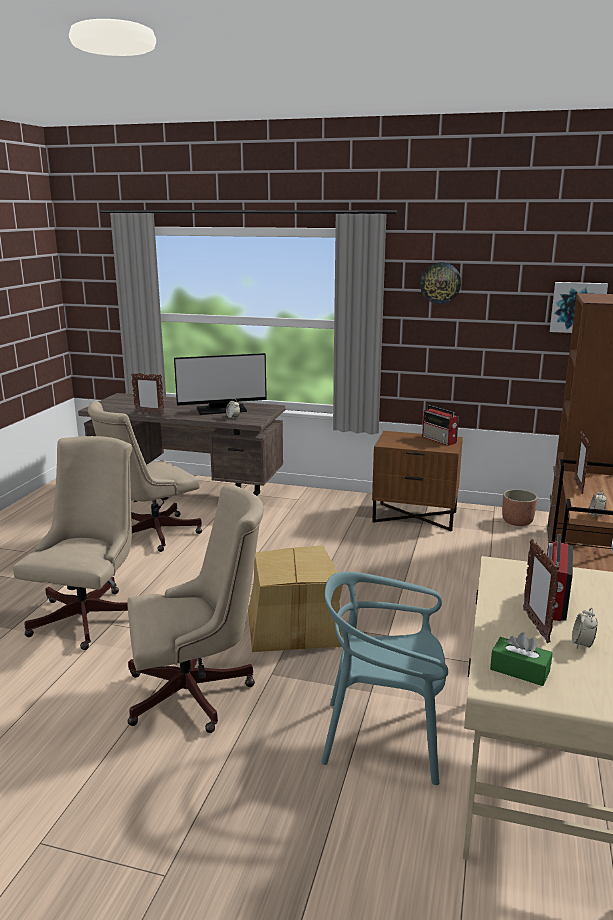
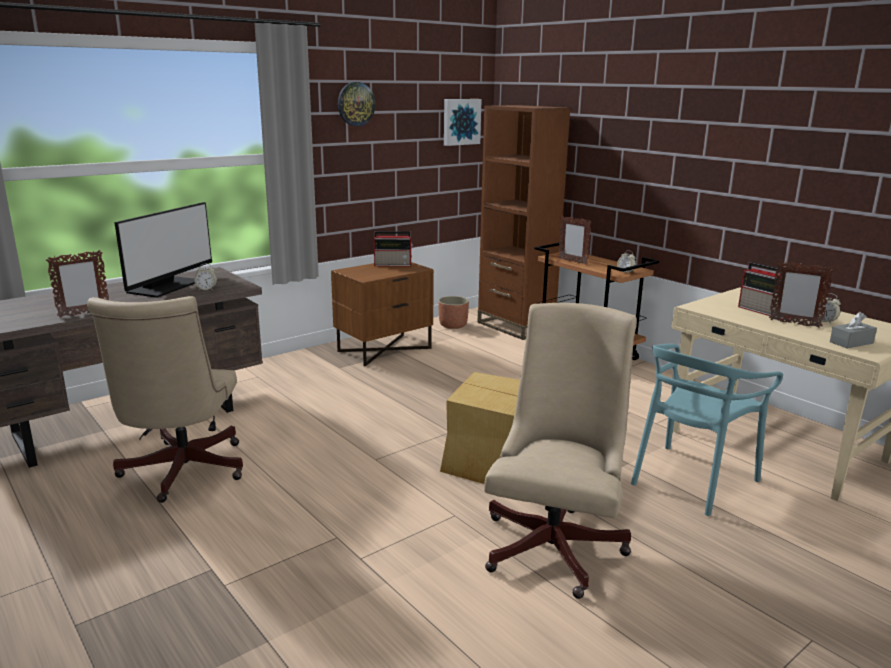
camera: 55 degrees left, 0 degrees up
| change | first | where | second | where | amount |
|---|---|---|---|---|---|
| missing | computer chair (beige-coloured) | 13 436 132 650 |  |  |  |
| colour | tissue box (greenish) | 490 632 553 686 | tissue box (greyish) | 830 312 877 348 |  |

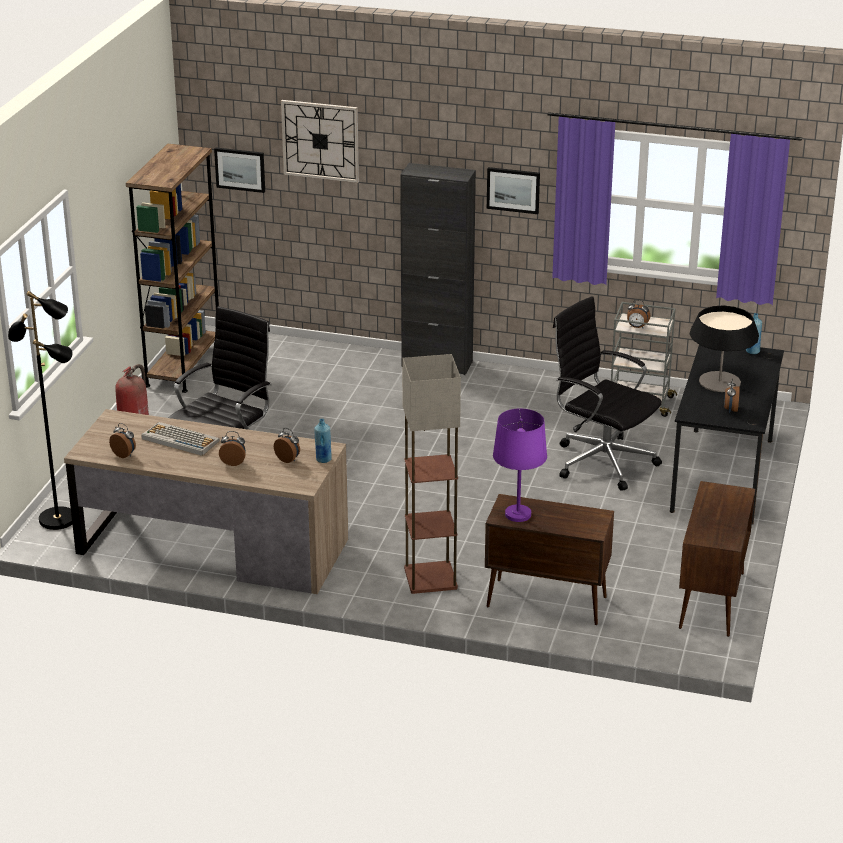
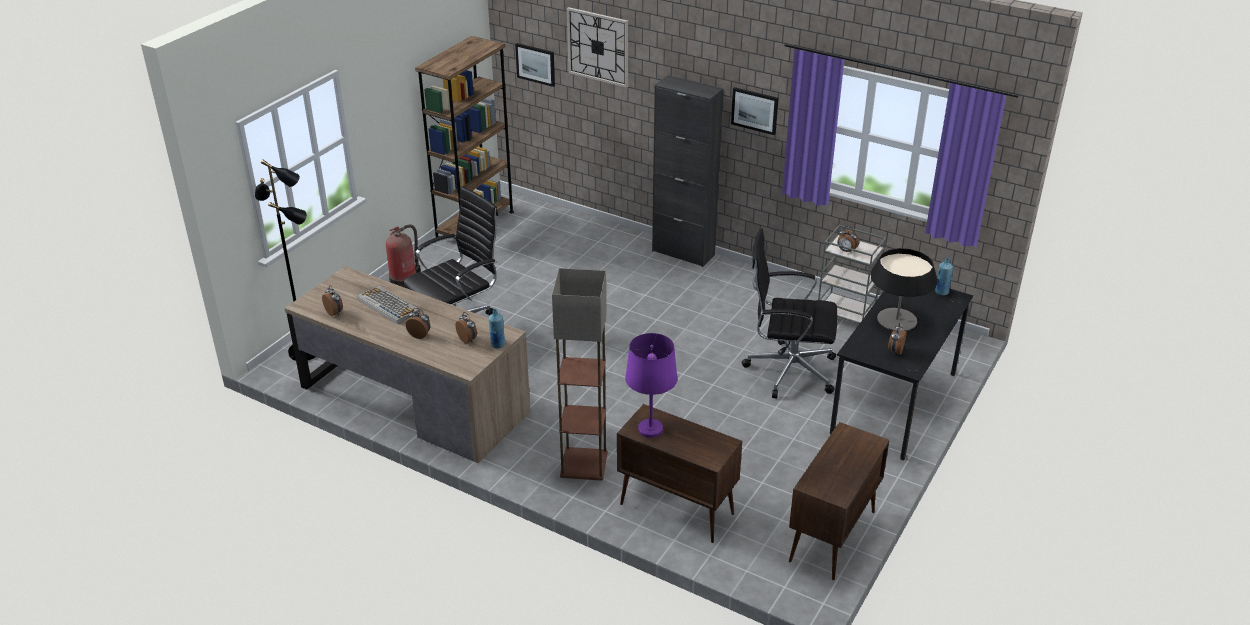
camera: 15 degrees right, 5 degrees up
| change | first | where | second | where | amount |
|---|---|---|---|---|---|
| spun | computer chair (black-coloured) | 553 296 662 491 |  | 742 228 837 399 | 45 degrees counterclockwise |

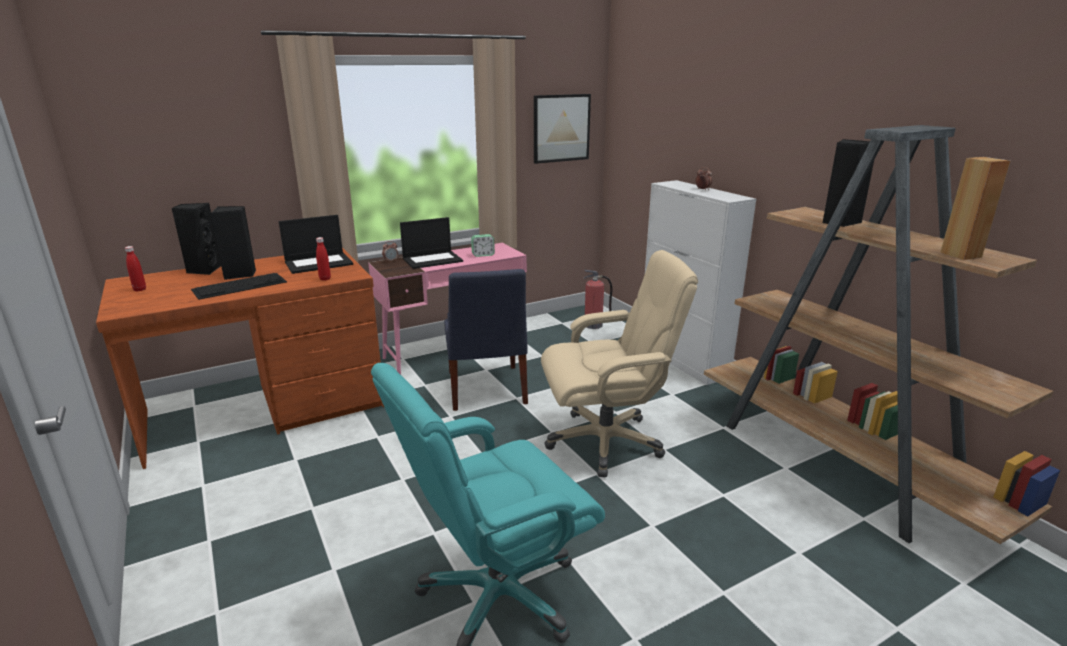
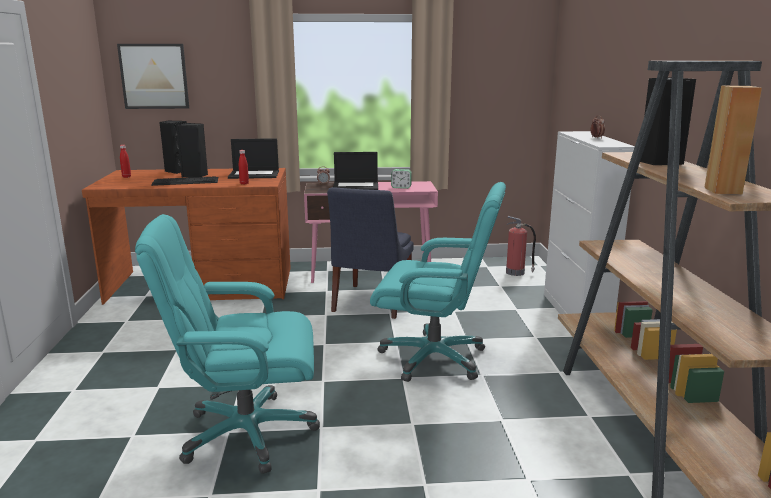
camera: 25 degrees right, 5 degrees down
| change | first | where | second | where | amount |
|---|---|---|---|---|---|
| relocated | picture | 534 94 591 164 |  | 117 44 189 109 |  |
| colour | computer chair (beige-coloured) | 541 250 698 478 | computer chair (turquoise) | 370 182 506 382 |  |

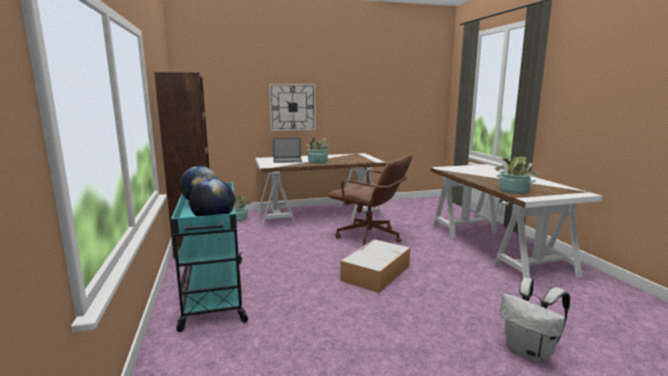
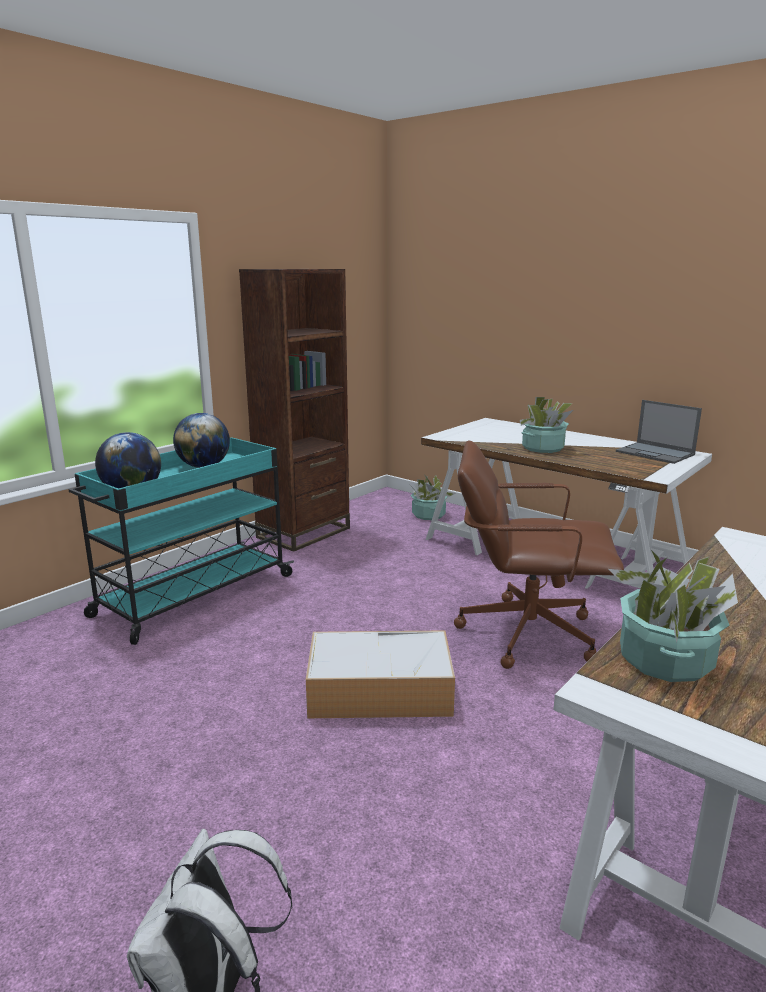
camera: 55 degrees right, 5 degrees up
| change | first | where | second | where | amount |
|---|---|---|---|---|---|
| missing | hanging clock | 269 84 316 131 |  |  |  |
| relocated | notebook computer | 273 138 302 163 |  | 616 400 702 464 |  |
| spun | computer chair (brown-coloured) | 328 155 412 247 |  | 454 440 624 669 | 105 degrees clockwise |

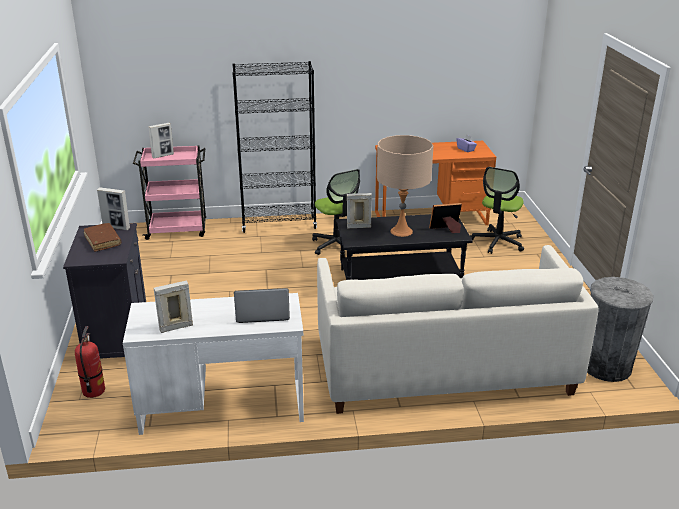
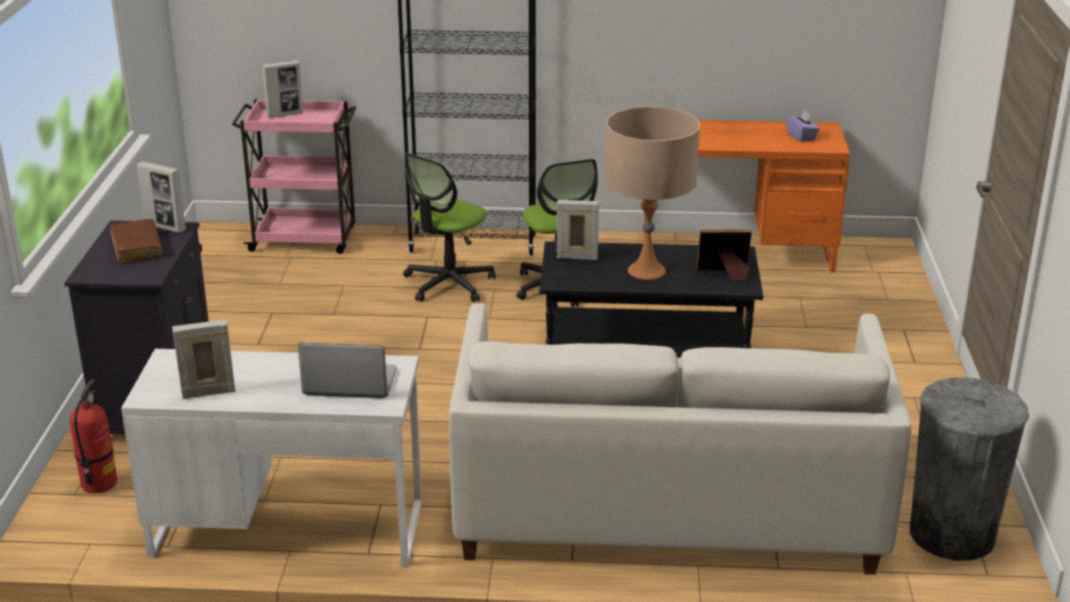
camera: 10 degrees right, 0 degrees up
| change | first | where | second | where | amount |
|---|---|---|---|---|---|
| relocated | computer chair | 470 167 524 254 |  | 403 153 495 302 |  |

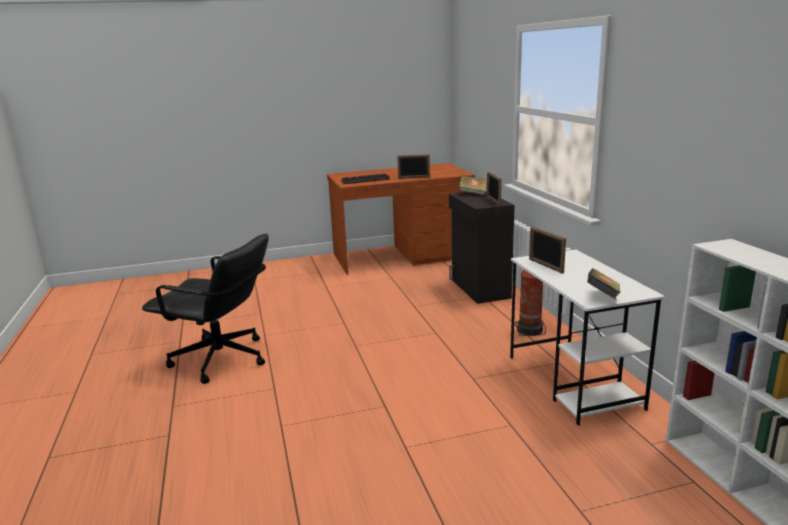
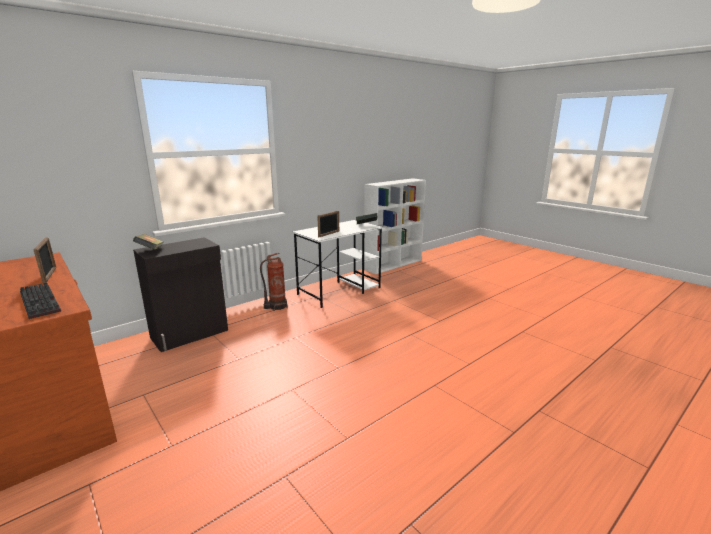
camera: 115 degrees left, 0 degrees up
| change | first | where | second | where | amount |
|---|---|---|---|---|---|
| missing | computer chair (black-coloured) | 142 234 269 384 |  |  |  |
| missing | picture frame | 487 172 502 206 |  |  |  |

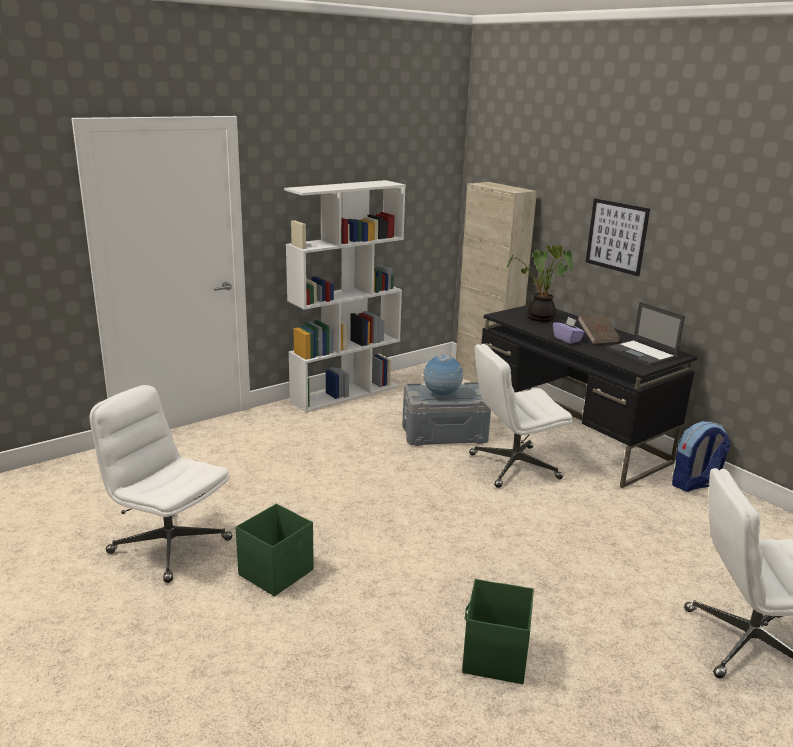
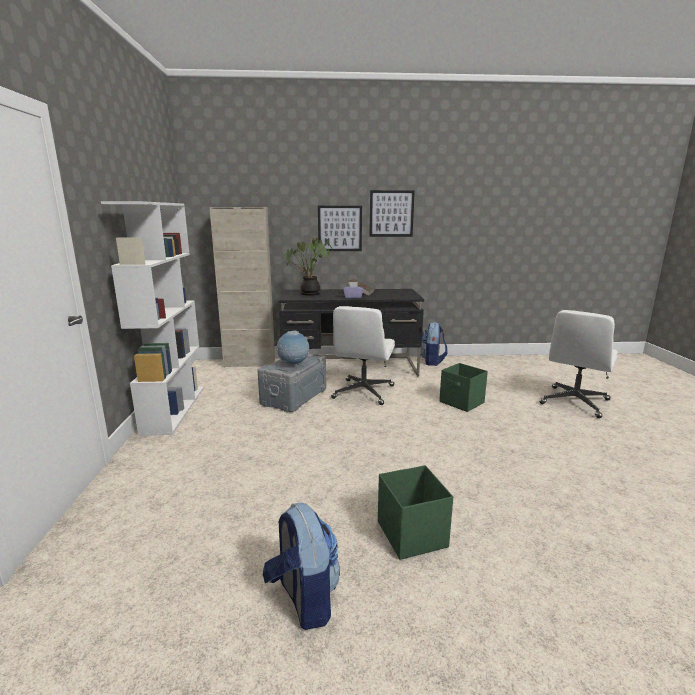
camera: 55 degrees left, 5 degrees down
| change | first | where | second | where | amount |
|---|---|---|---|---|---|
| missing | notebook computer | 607 302 685 366 |  |  |  |
| appeared |  |  | picture | 369 190 415 237 |  |
| relocated | storage bin (greenish) | 462 579 534 684 |  | 439 363 488 412 |  |
| exchanged | computer chair (white) | 90 385 233 583 | backpack | 263 503 340 630 |  |

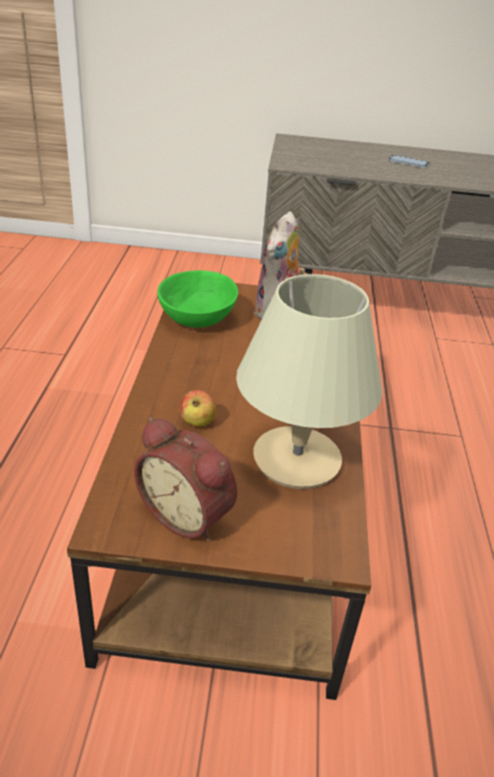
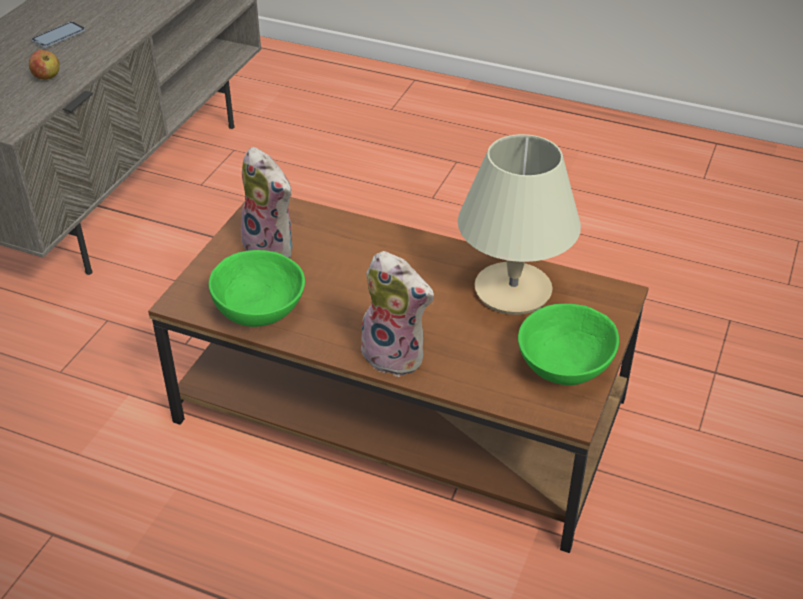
camera: 70 degrees left, 5 degrees up
| change | first | where | second | where | amount |
|---|---|---|---|---|---|
| appeared |  |  | plush toy | 361 251 434 377 |  |
| relocated | apple | 179 390 217 427 |  | 29 50 60 80 |  |
| exchanged | bedside clock | 134 417 237 541 | bowl (greenish) | 518 304 619 385 |  |

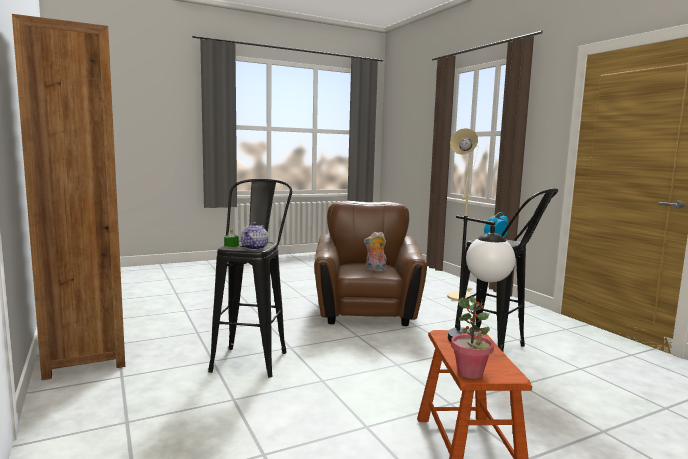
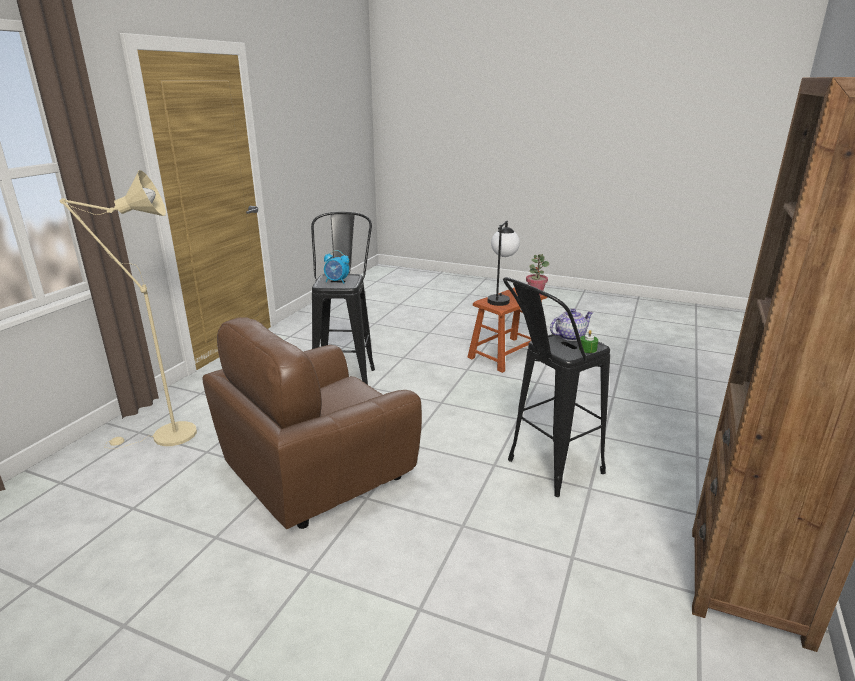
camera: 130 degrees left, 15 degrees up
| change | first | where | second | where | amount |
|---|---|---|---|---|---|
| missing | plush toy | 364 232 387 271 |  |  |  |

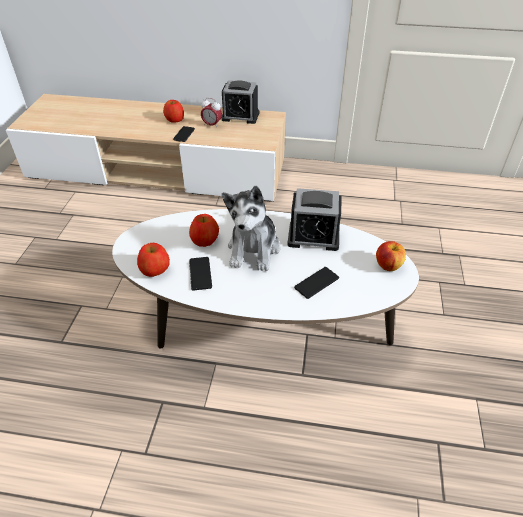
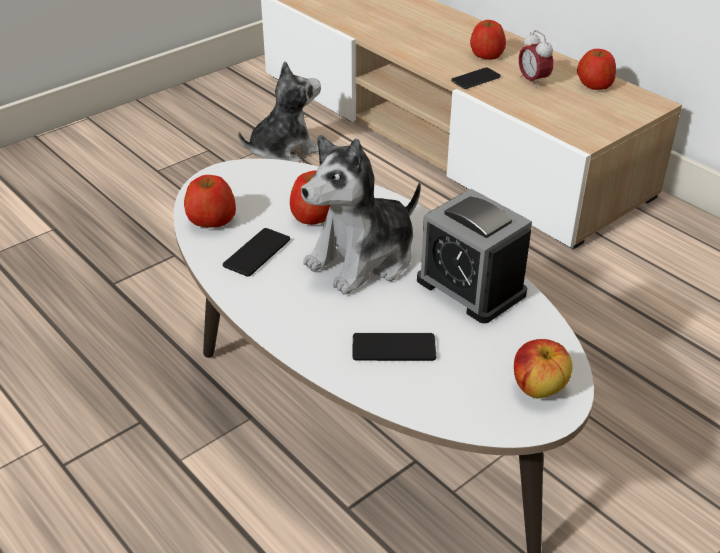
camera: 40 degrees right, 5 degrees down
| change | first | where | second | where | amount |
|---|---|---|---|---|---|
| appeared |  |  | plush toy | 238 61 321 163 |  |
| exchanged | bedside clock | 221 80 259 124 | apple | 577 49 616 90 |  |

